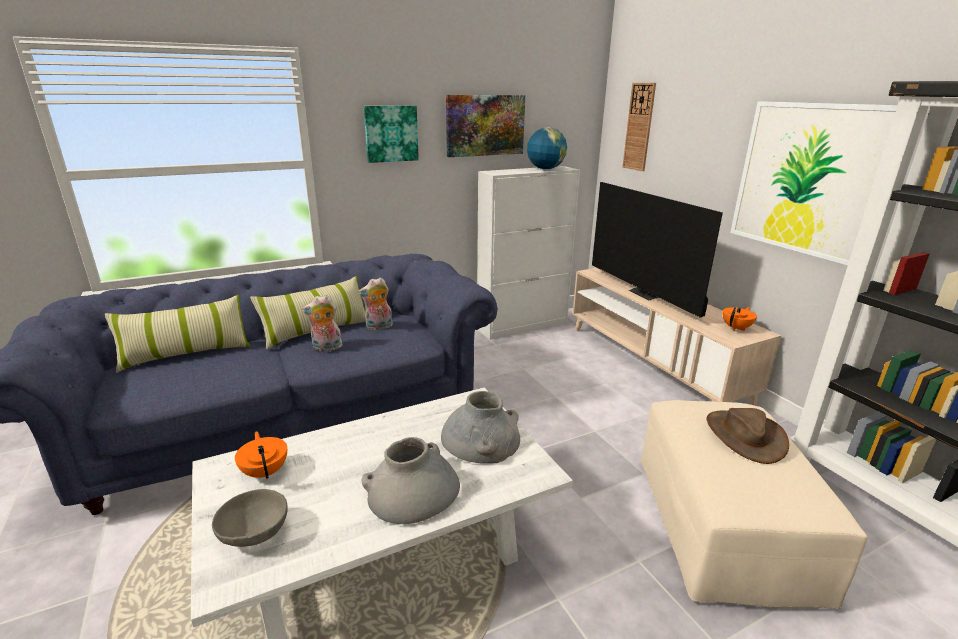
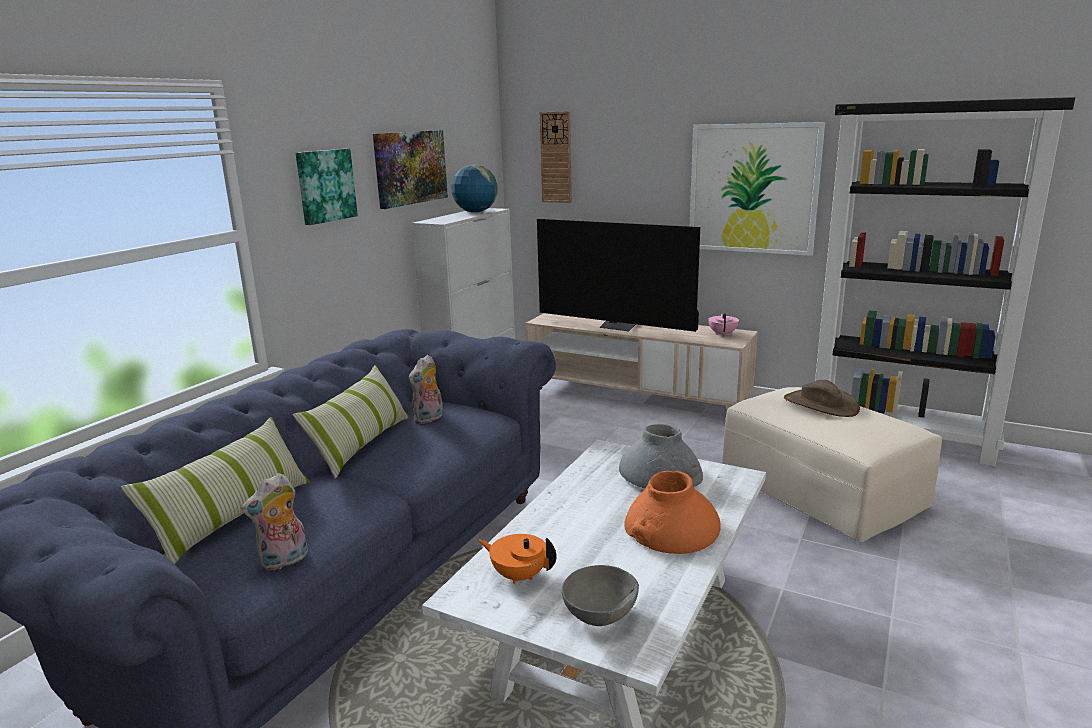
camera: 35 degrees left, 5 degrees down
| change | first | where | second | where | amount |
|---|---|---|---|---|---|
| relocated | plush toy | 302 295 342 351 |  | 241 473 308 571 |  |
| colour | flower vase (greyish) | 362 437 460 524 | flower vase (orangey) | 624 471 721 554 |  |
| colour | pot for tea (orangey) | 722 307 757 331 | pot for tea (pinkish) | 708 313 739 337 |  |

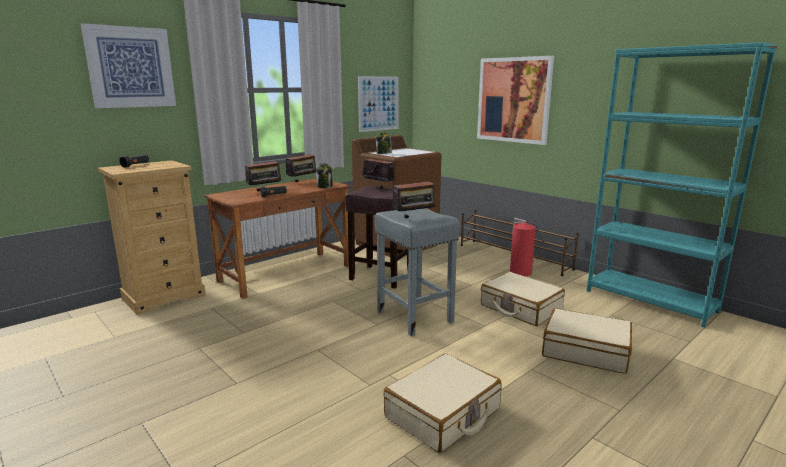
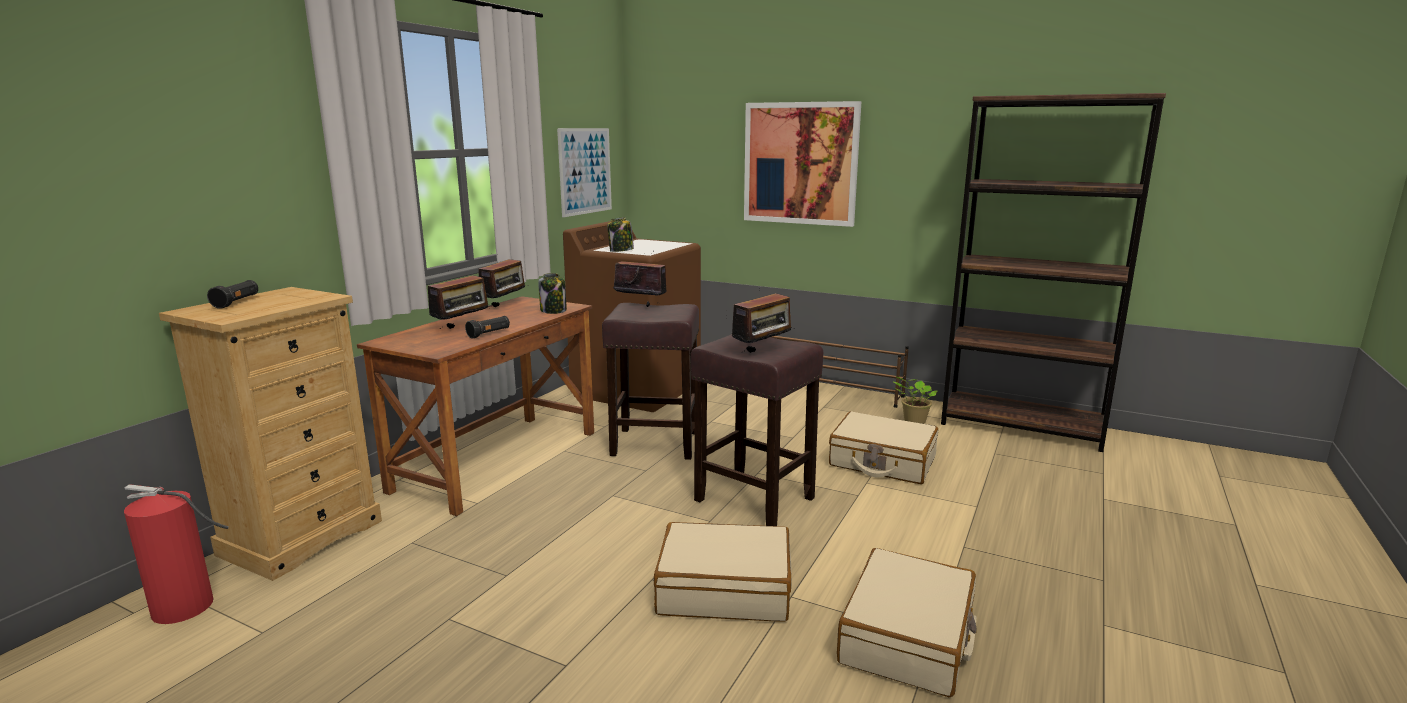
camera: 20 degrees left, 0 degrees up
| change | first | where | second | where | amount |
|---|---|---|---|---|---|
| missing | picture | 81 23 176 108 |  |  |  |
| appeared |  |  | houseplant | 894 376 937 424 |  |
| relocated | fire-fighting cylinder | 510 218 544 277 |  | 124 484 229 624 |  |
| relocated | travel case (beige-coloured) | 542 308 632 374 |  | 654 522 792 622 |  |
| colour | sitting stool (greyish) | 375 208 460 336 | sitting stool (brown-coloured) | 691 334 823 526 |  |
| colour | bookcase (turquoise) | 587 42 778 328 | bookcase (brown-coloured) | 941 93 1166 452 |  |

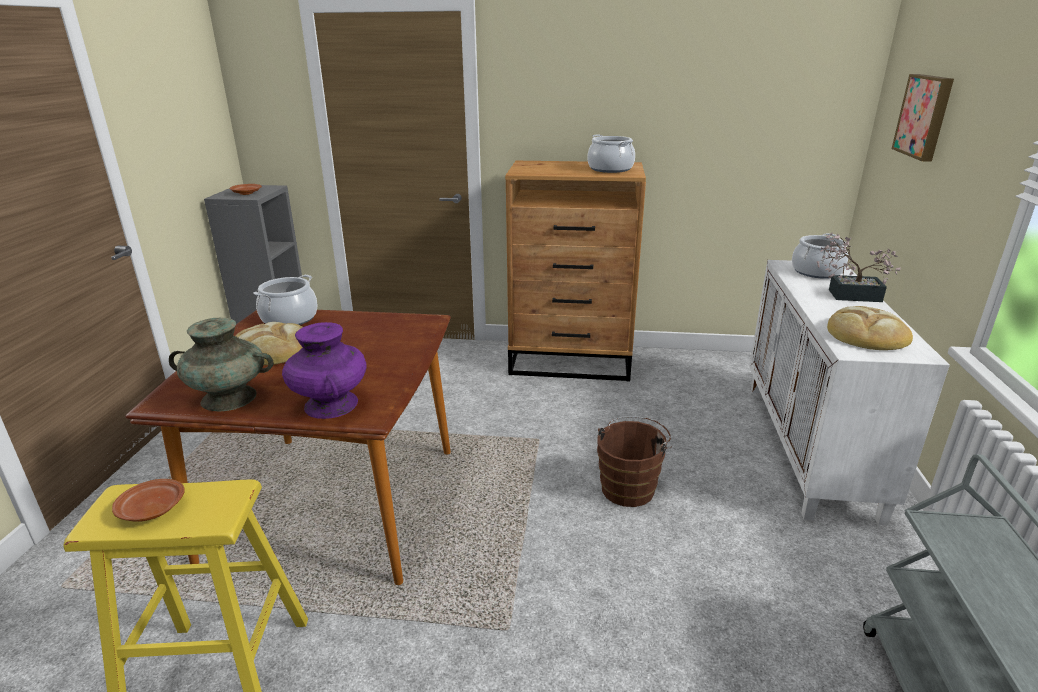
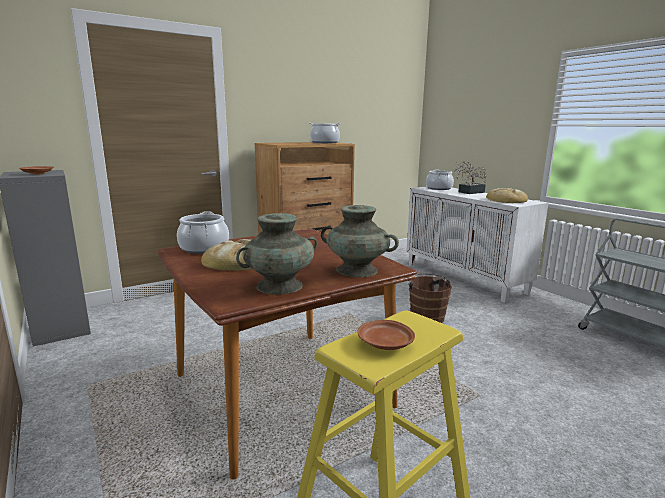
camera: 40 degrees left, 10 degrees down
| change | first | where | second | where | amount |
|---|---|---|---|---|---|
| missing | picture | 891 74 954 161 |  |  |  |
| colour | flower vase (purple) | 282 322 367 419 | flower vase (turquoise) | 321 205 399 277 |  |

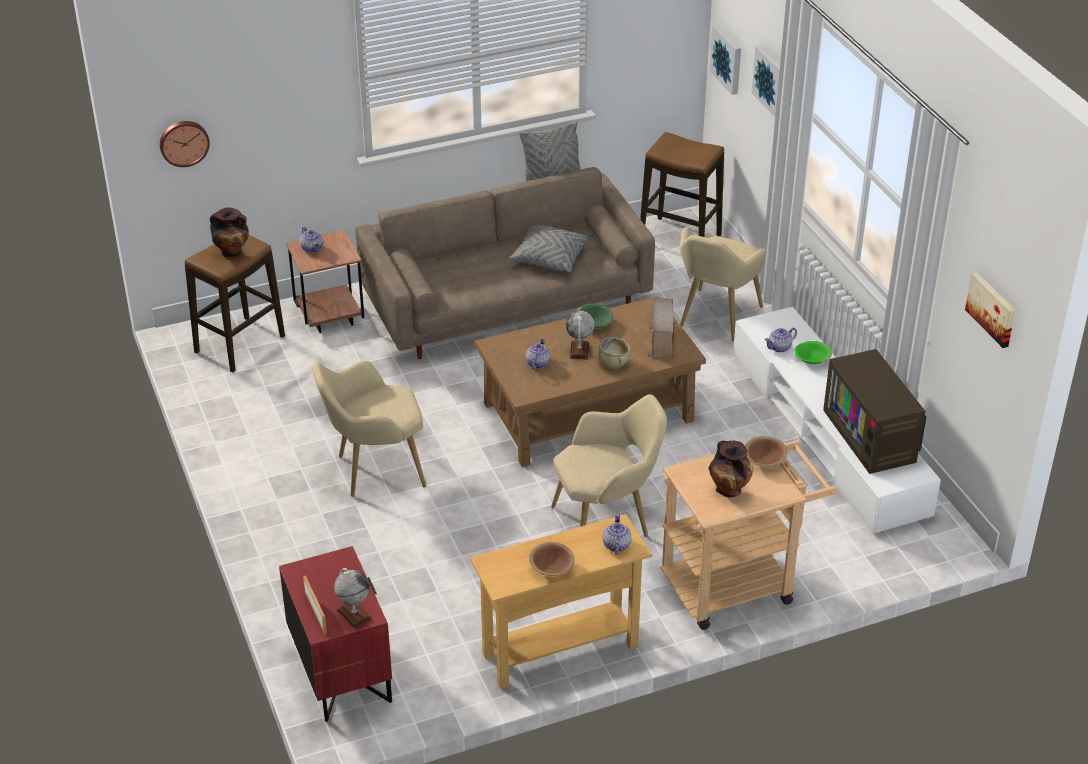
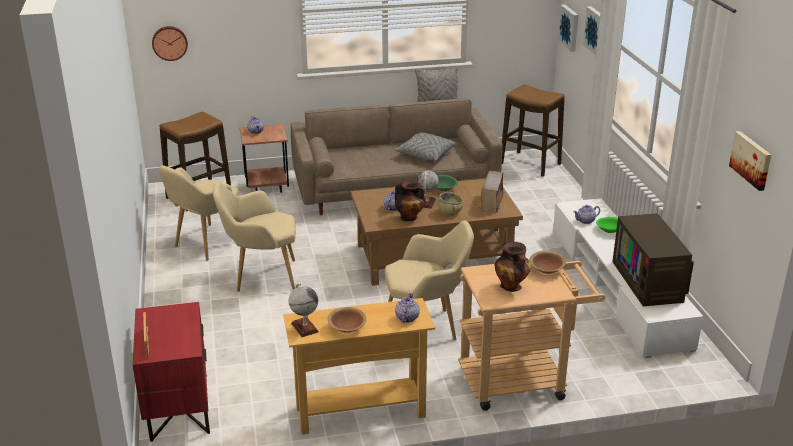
camera: 10 degrees right, 10 degrees down
| change | first | where | second | where | amount |
|---|---|---|---|---|---|
| relocated | flower vase | 210 207 249 258 |  | 395 180 425 221 |  |
| relocated | desk globe | 334 568 373 629 |  | 288 283 319 337 |  |
| relocated | lounge chair (beige-coloured) | 680 228 766 341 |  | 159 166 239 261 |  |

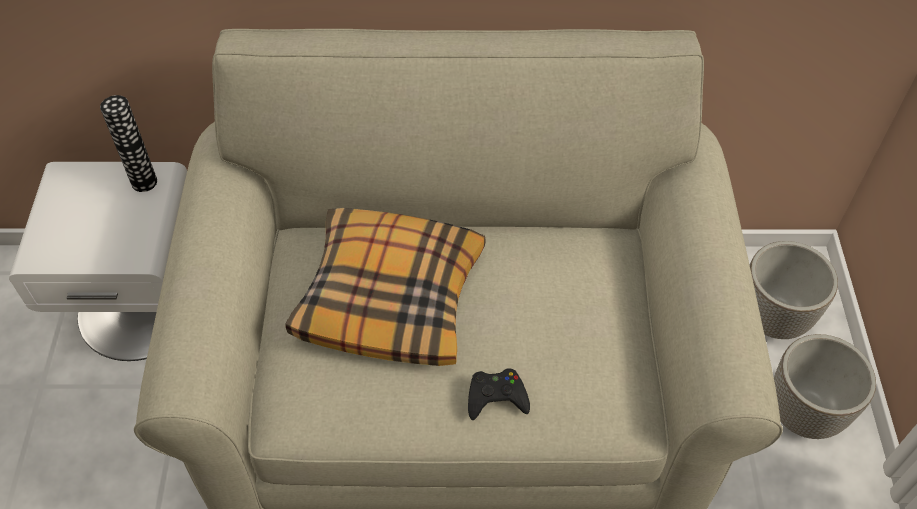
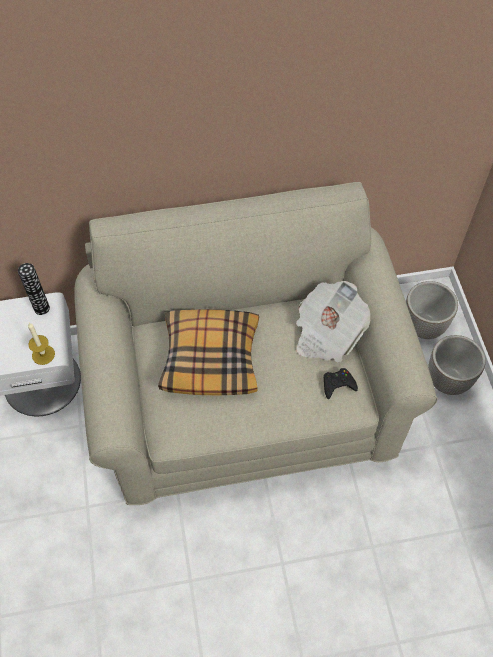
camera: 10 degrees left, 5 degrees up
| change | first | where | second | where | amount |
|---|---|---|---|---|---|
| appeared |  |  | wax candle | 28 323 55 365 |  |
| appeared |  |  | newspaper | 296 281 370 362 |  |
| relocated | game controller (black-coloured) | 468 368 530 420 |  | 324 368 358 399 |  |

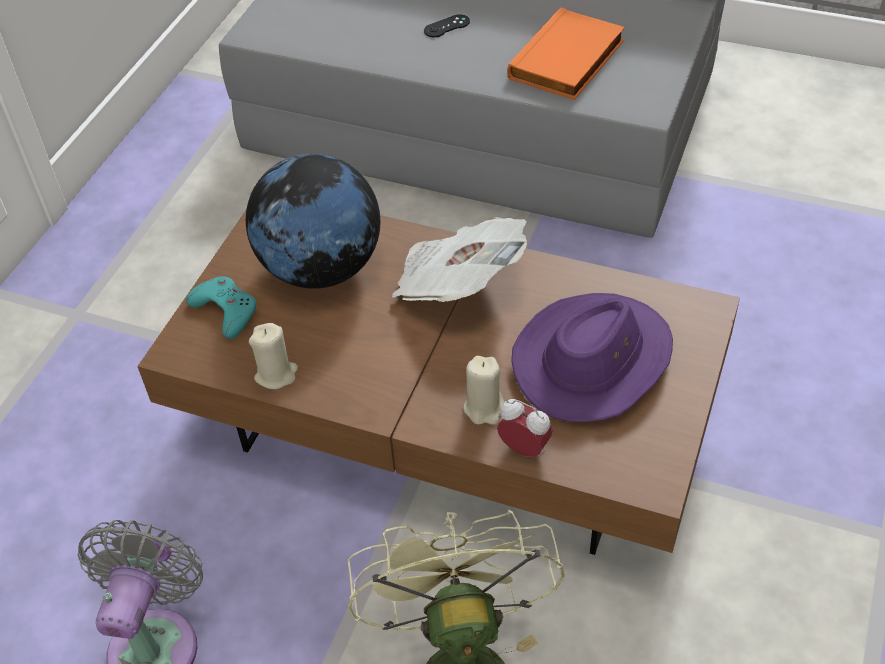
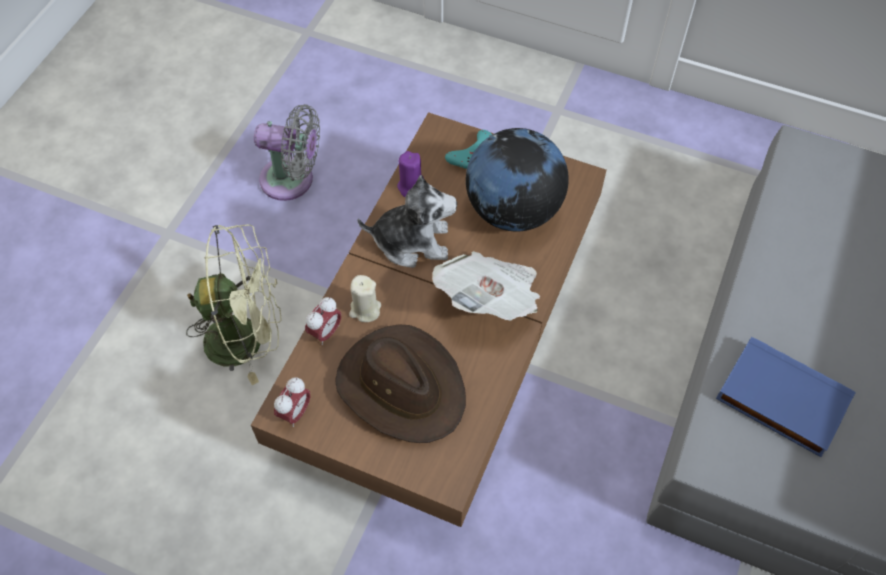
camera: 90 degrees right, 10 degrees up
| change | first | where | second | where | amount |
|---|---|---|---|---|---|
| missing | game controller (black-coloured) | 424 14 470 37 |  |  |  |
| appeared |  |  | bedside clock | 274 377 310 427 |  |
| appeared |  |  | plush toy | 357 175 457 268 |  |
| colour | wax candle (beige-coloured) | 249 323 298 389 | wax candle (purple) | 397 151 424 197 |  |
| colour | volume (orangey) | 507 7 625 100 | volume (blue-coloured) | 716 337 856 457 |  |
| colour | wearable hat (purple) | 511 293 673 422 | wearable hat (brown-coloured) | 335 324 466 443 |  |

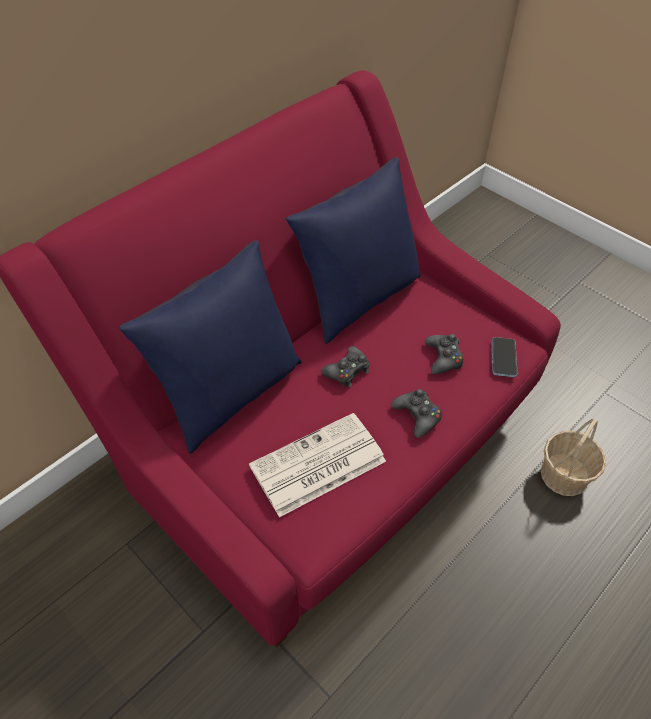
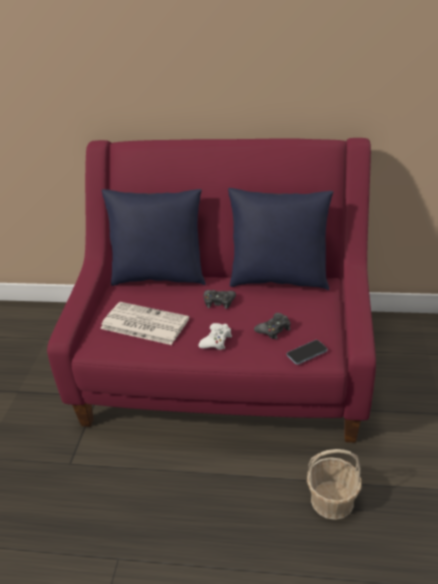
camera: 55 degrees right, 15 degrees down
| change | first | where | second | where | amount |
|---|---|---|---|---|---|
| colour | game controller (black-coloured) | 391 389 442 438 | game controller (white) | 198 323 232 350 |  |

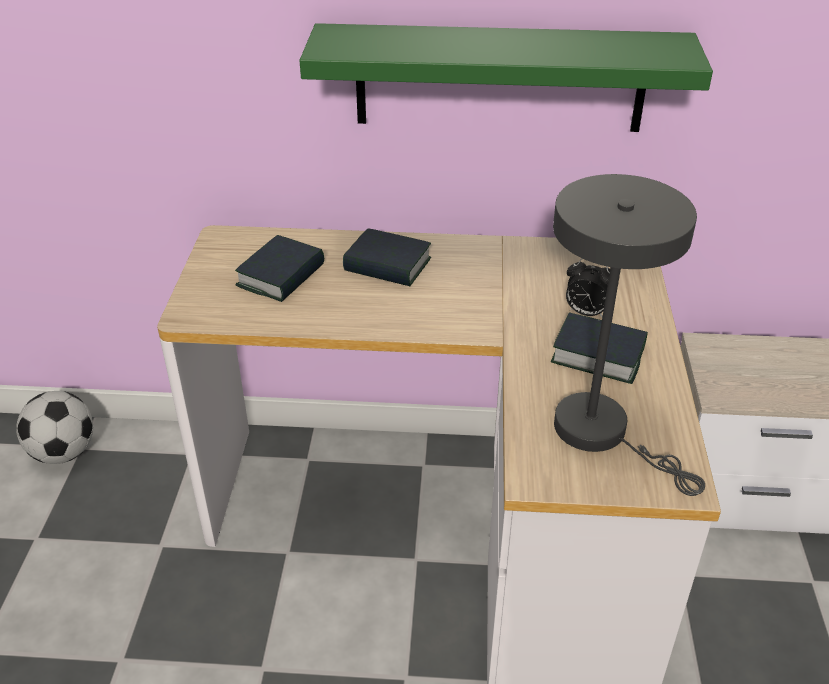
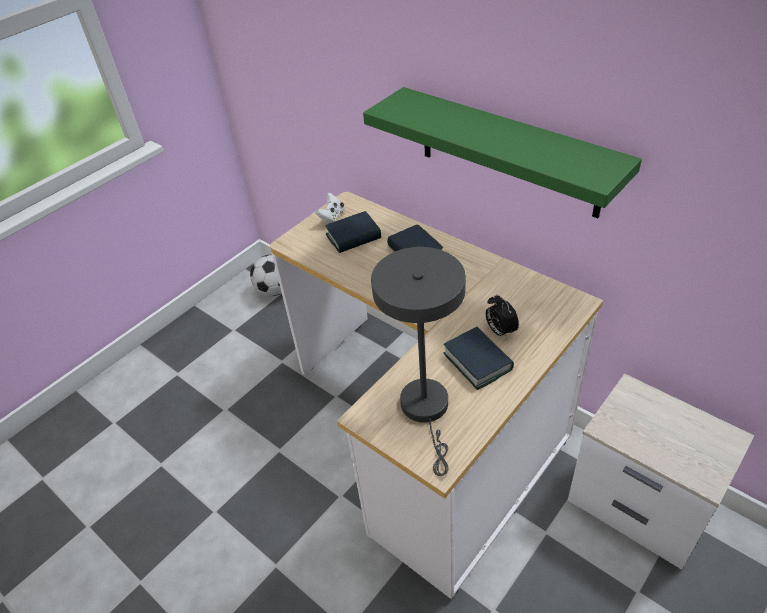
camera: 40 degrees right, 5 degrees up
| change | first | where | second | where | amount |
|---|---|---|---|---|---|
| appeared |  |  | game controller (white) | 316 193 344 223 |  |

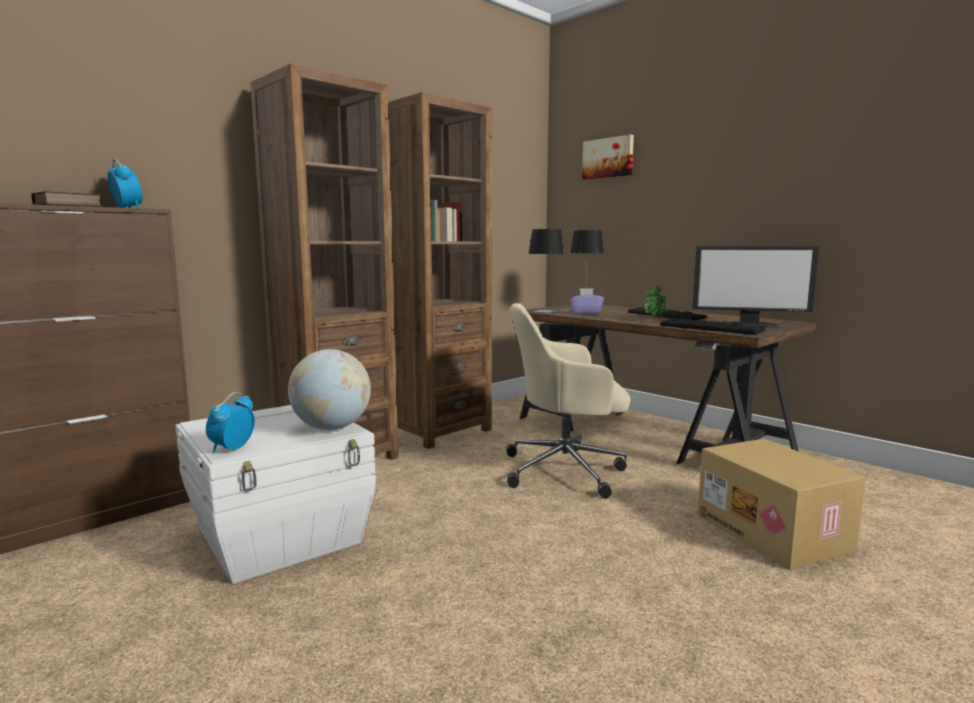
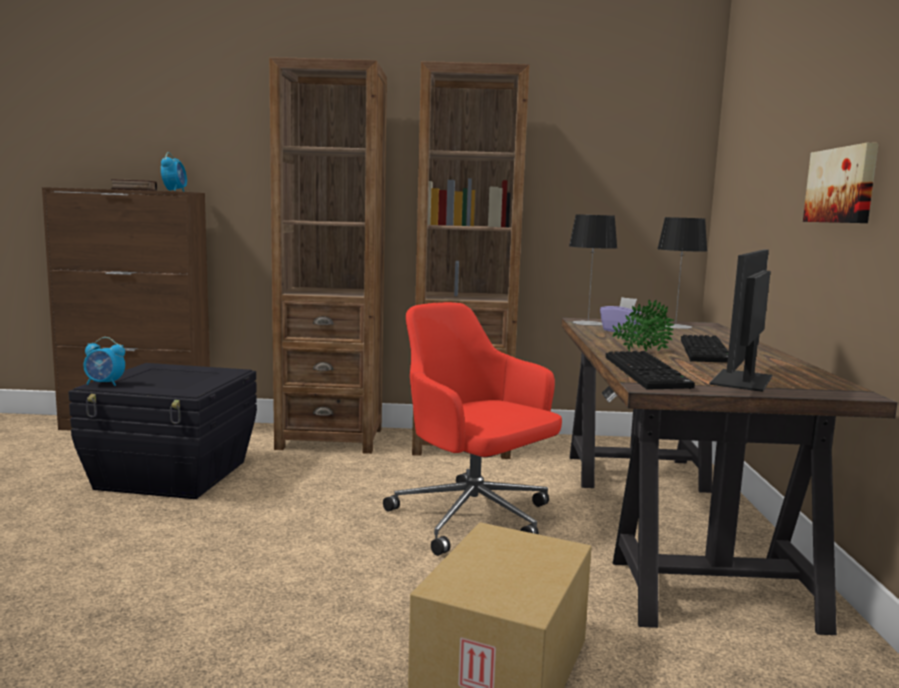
camera: 45 degrees right, 0 degrees up
| change | first | where | second | where | amount |
|---|---|---|---|---|---|
| missing | desk globe | 288 349 371 430 |  |  |  |
| relocated | picture | 582 135 634 179 |  | 803 143 878 223 |  |
| colour | storage bin (white) | 175 405 376 584 | storage bin (black-coloured) | 68 363 257 499 |  |
| colour | computer chair (beige-coloured) | 506 303 630 498 | computer chair (reddish) | 383 302 562 556 |  |
| spun | bedside clock | 206 392 255 454 |  | 84 337 125 386 | 150 degrees counterclockwise |
| spun | monitor | 692 246 819 328 |  | 709 250 772 392 | 60 degrees clockwise |

